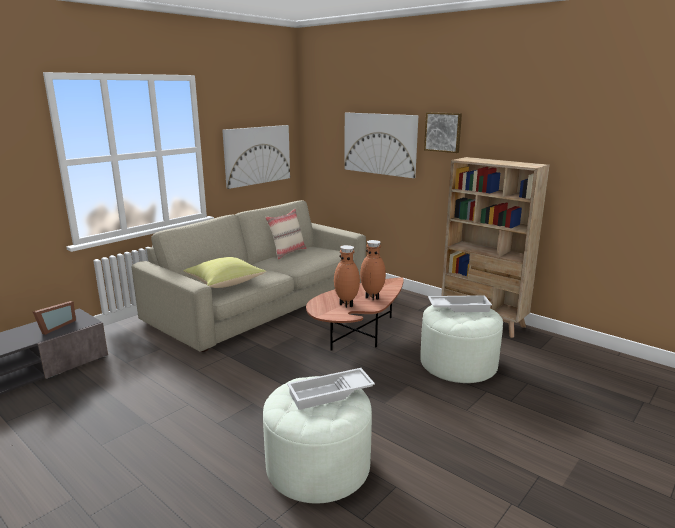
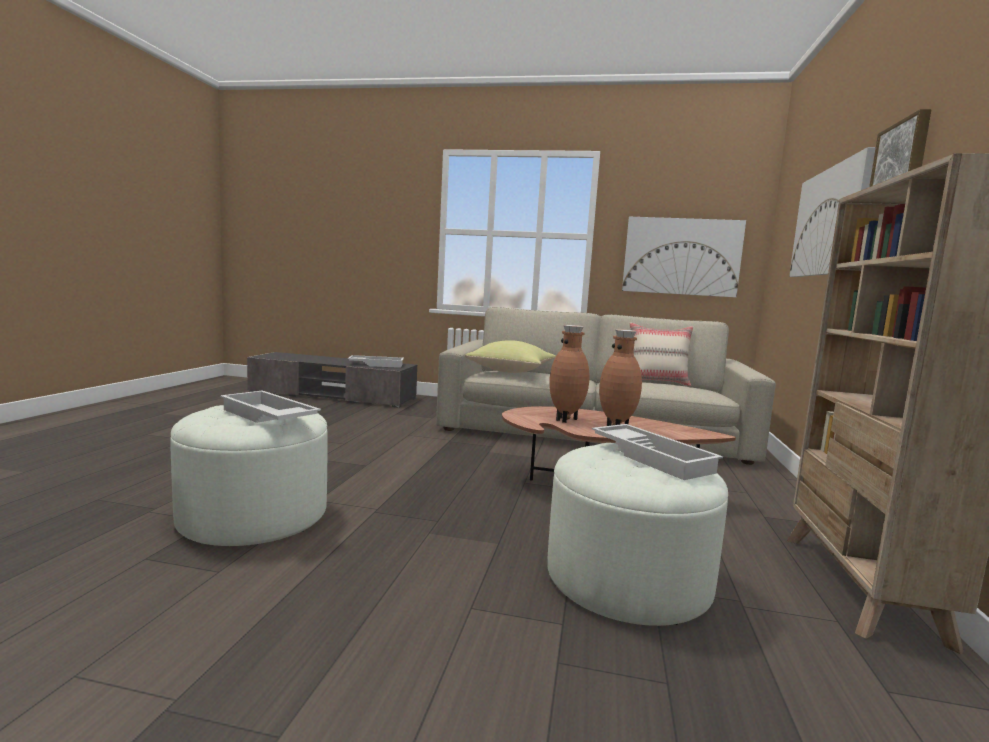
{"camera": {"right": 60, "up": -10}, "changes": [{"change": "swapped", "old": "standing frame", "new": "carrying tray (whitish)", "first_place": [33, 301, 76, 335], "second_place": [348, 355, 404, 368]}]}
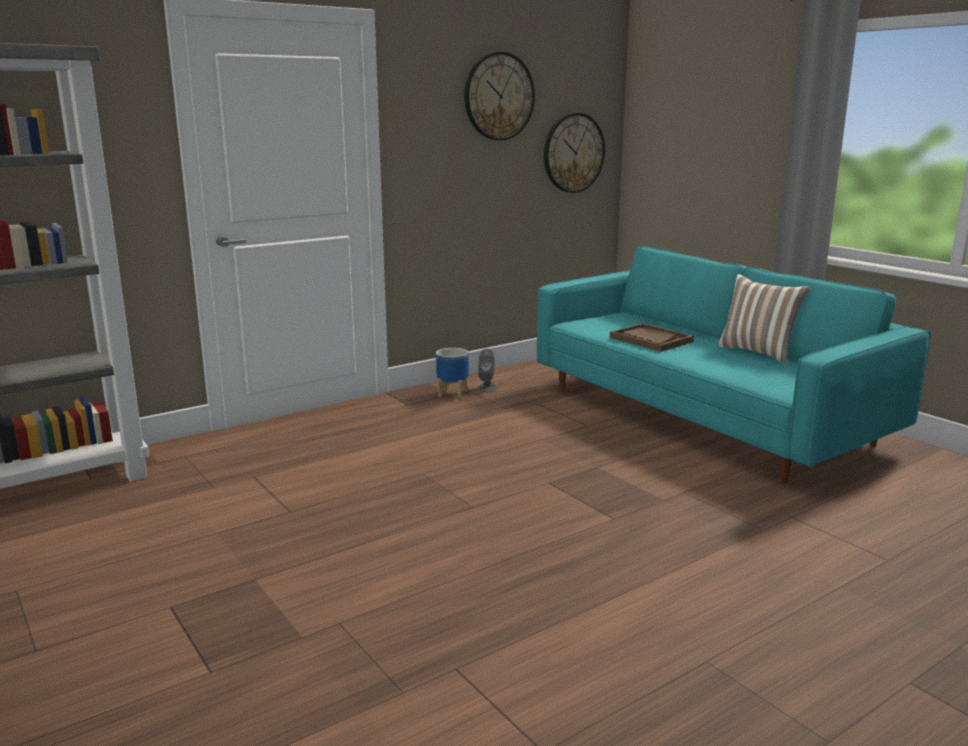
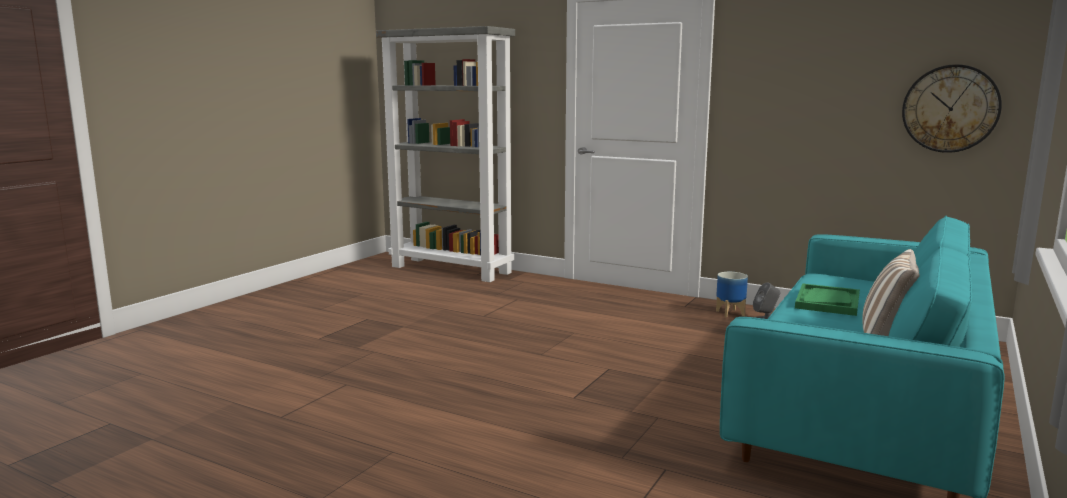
{"camera": {"right": 65, "up": -5}, "changes": [{"change": "repainted", "old": "carrying tray (brown)", "new": "carrying tray (green)", "first_place": [610, 323, 694, 352], "second_place": [795, 283, 860, 316]}, {"change": "gone", "old": "clock on the wall", "first_place": [464, 52, 535, 140]}]}
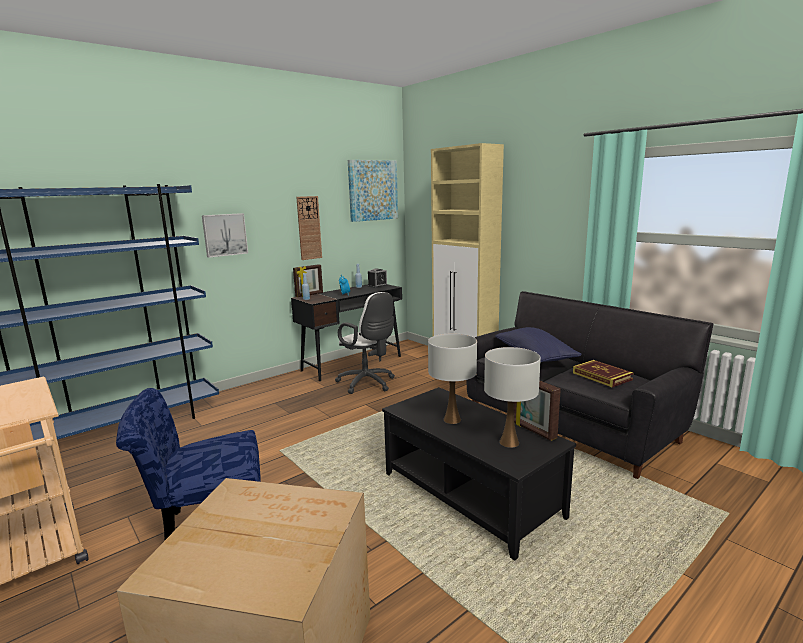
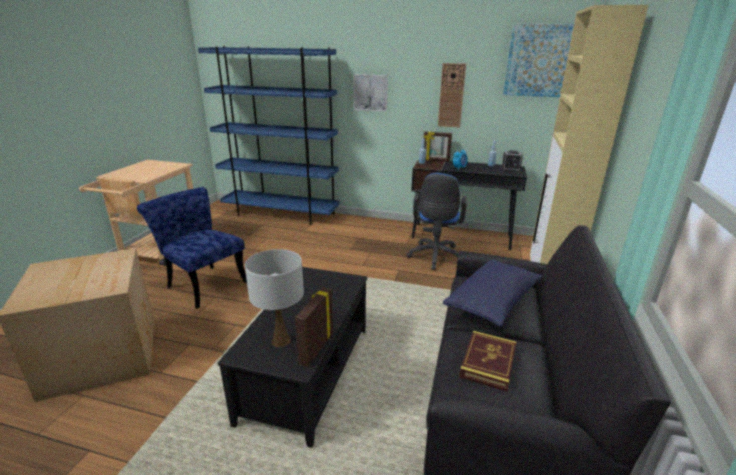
{"camera": {"right": 55, "up": 10}, "changes": [{"change": "repainted", "old": "office chair (whitish)", "new": "office chair (blue)", "first_place": [335, 292, 395, 394], "second_place": [406, 173, 467, 270]}, {"change": "gone", "old": "lamp for a table (whitish)", "first_place": [428, 334, 477, 424]}]}
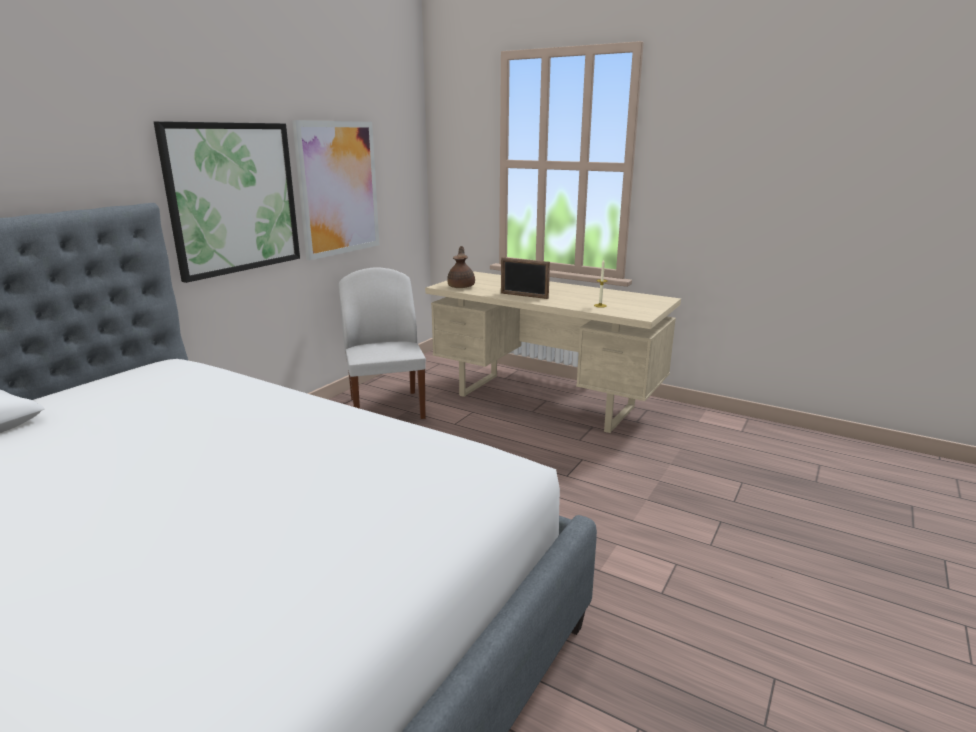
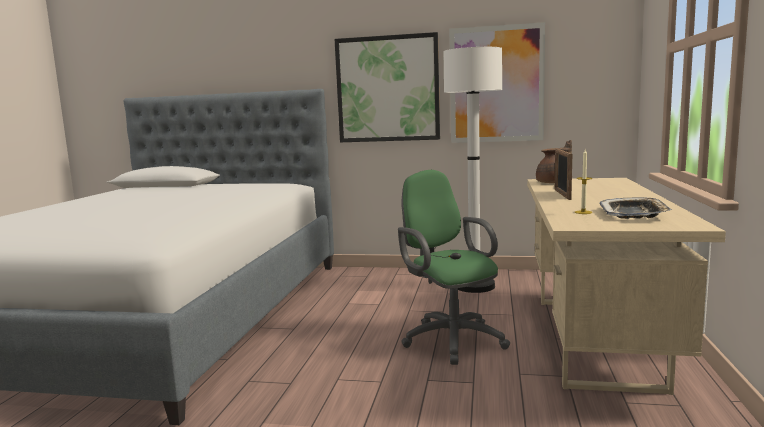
{"camera": {"right": 70, "up": -10}, "changes": [{"change": "new", "new": "office chair (green)", "second_place": [398, 170, 510, 365]}, {"change": "swapped", "old": "upright chair (whitish)", "new": "floor lamp (whitish)", "first_place": [339, 267, 426, 419], "second_place": [443, 47, 502, 293]}, {"change": "new", "new": "carrying tray", "second_place": [599, 197, 672, 219]}]}
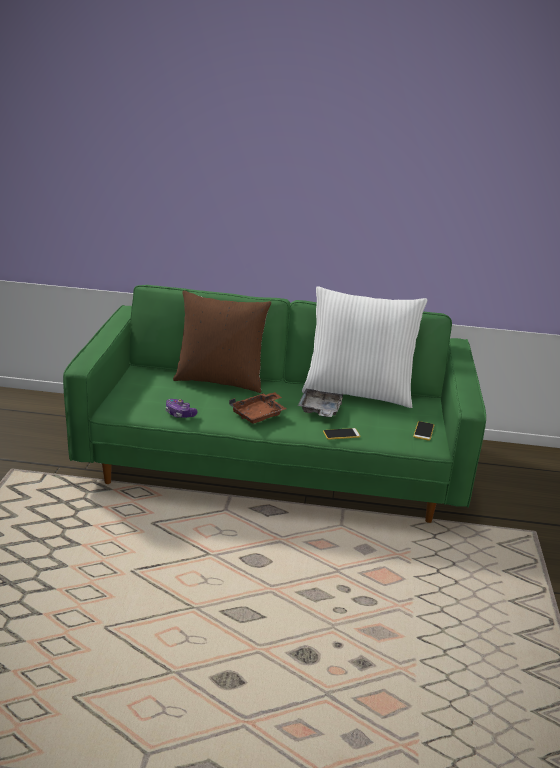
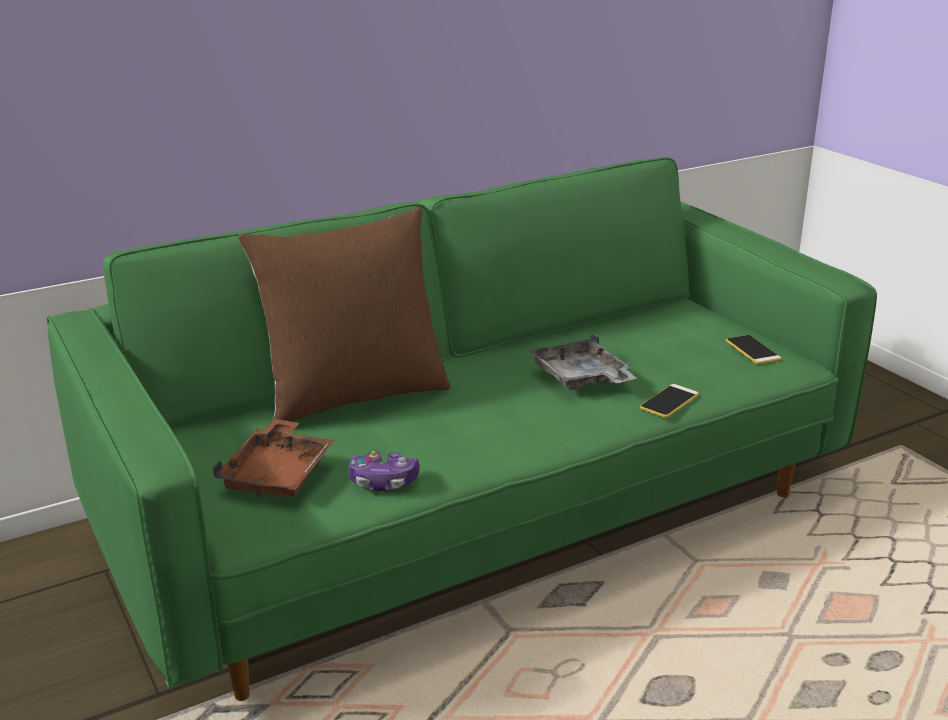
{"camera": {"right": -35, "up": 0}, "changes": [{"change": "shifted", "old": "carrying tray (brown)", "first_place": [229, 392, 287, 424], "second_place": [212, 419, 334, 496]}, {"change": "gone", "old": "pillow (whitish)", "first_place": [302, 286, 428, 408]}]}
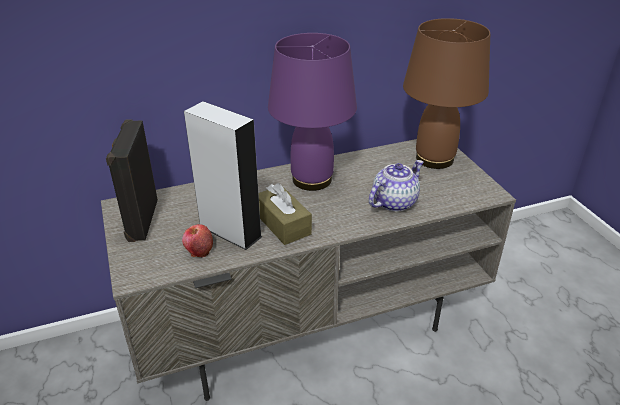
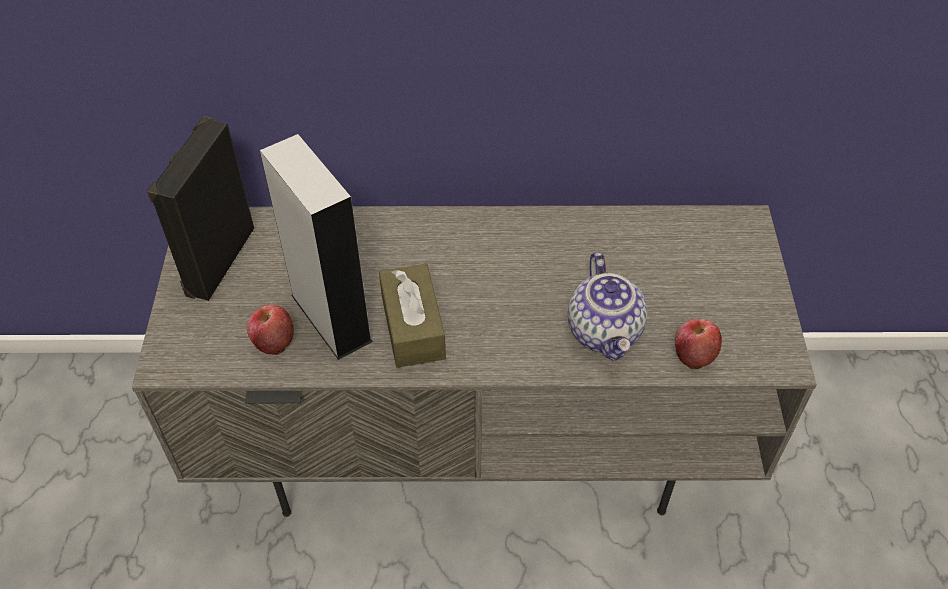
{"camera": {"right": 20, "up": 15}, "changes": [{"change": "rotated", "old": "teapot", "first_place": [369, 160, 424, 212], "second_place": [568, 252, 648, 361], "degrees": 105}, {"change": "new", "new": "apple", "second_place": [675, 319, 722, 369]}, {"change": "gone", "old": "lamp for a table (purple)", "first_place": [268, 33, 357, 191]}, {"change": "gone", "old": "lamp for a table (brown)", "first_place": [403, 18, 490, 169]}]}
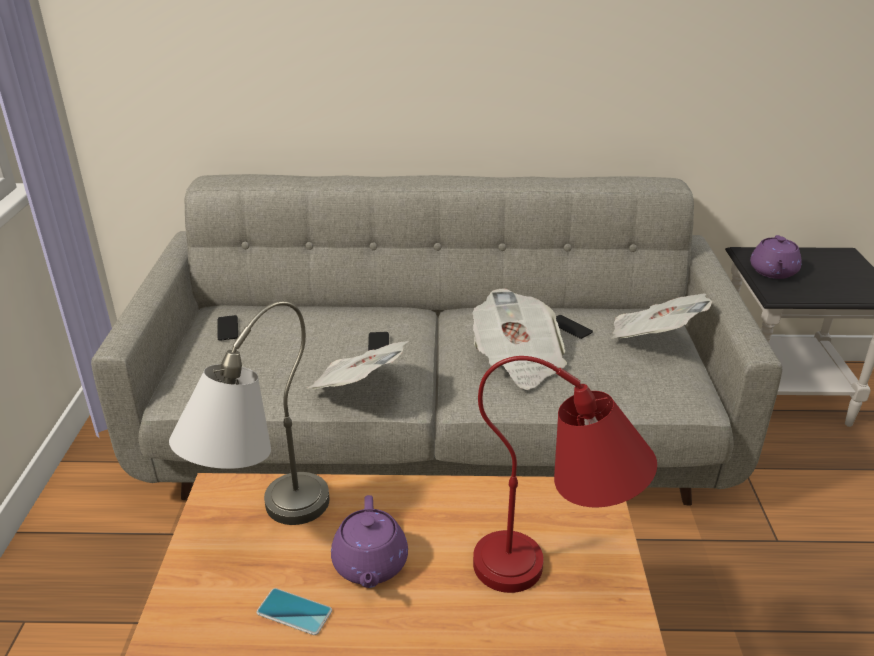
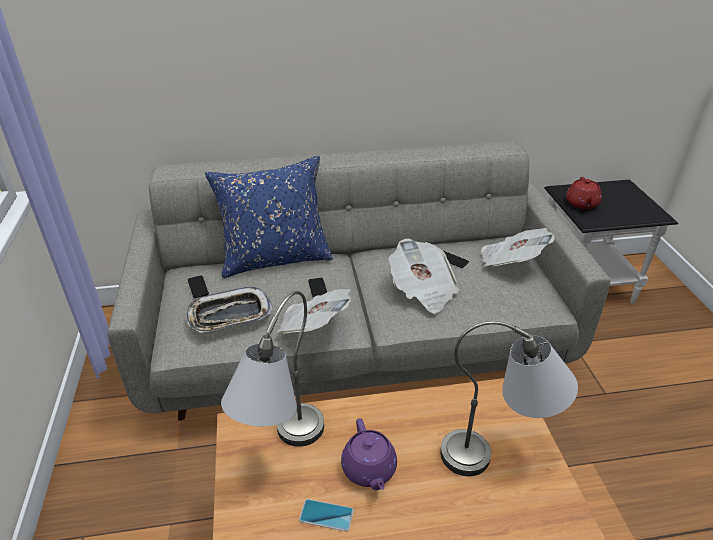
{"camera": {"right": -10, "up": 5}, "changes": [{"change": "new", "new": "carrying tray", "second_place": [187, 286, 273, 333]}, {"change": "new", "new": "pillow (blue)", "second_place": [205, 156, 333, 278]}, {"change": "repainted", "old": "lamp for a table (red-coloured)", "new": "lamp for a table (grey)", "first_place": [473, 356, 657, 593], "second_place": [440, 321, 578, 476]}, {"change": "repainted", "old": "teapot (purple)", "new": "teapot (red-coloured)", "first_place": [750, 235, 802, 279], "second_place": [566, 177, 602, 209]}]}
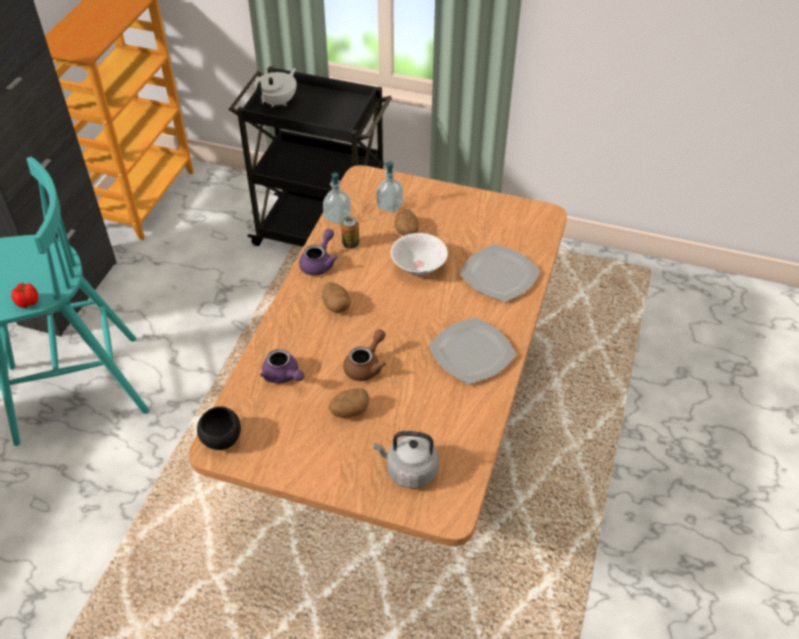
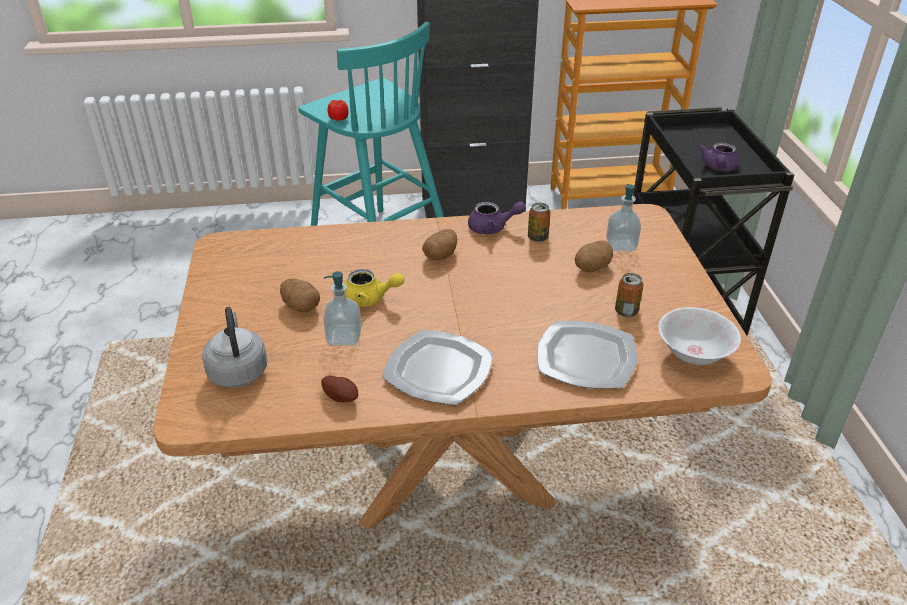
{"camera": {"right": 65, "up": -10}, "changes": [{"change": "new", "new": "spud", "second_place": [321, 376, 358, 402]}, {"change": "shifted", "old": "liquid soap bottle", "first_place": [323, 172, 351, 224], "second_place": [323, 271, 361, 346]}, {"change": "repainted", "old": "teapot (brown)", "new": "teapot (yellow)", "first_place": [343, 329, 386, 381], "second_place": [345, 269, 404, 307]}, {"change": "new", "new": "can", "second_place": [615, 273, 643, 317]}, {"change": "shifted", "old": "bowl (whitish)", "first_place": [391, 233, 448, 276], "second_place": [658, 307, 741, 365]}, {"change": "shifted", "old": "teapot (purple)", "first_place": [260, 349, 304, 384], "second_place": [699, 143, 739, 171]}, {"change": "gone", "old": "bowl (black-coloured)", "first_place": [197, 406, 241, 450]}, {"change": "gone", "old": "teapot (whitish)", "first_place": [255, 68, 297, 107]}]}
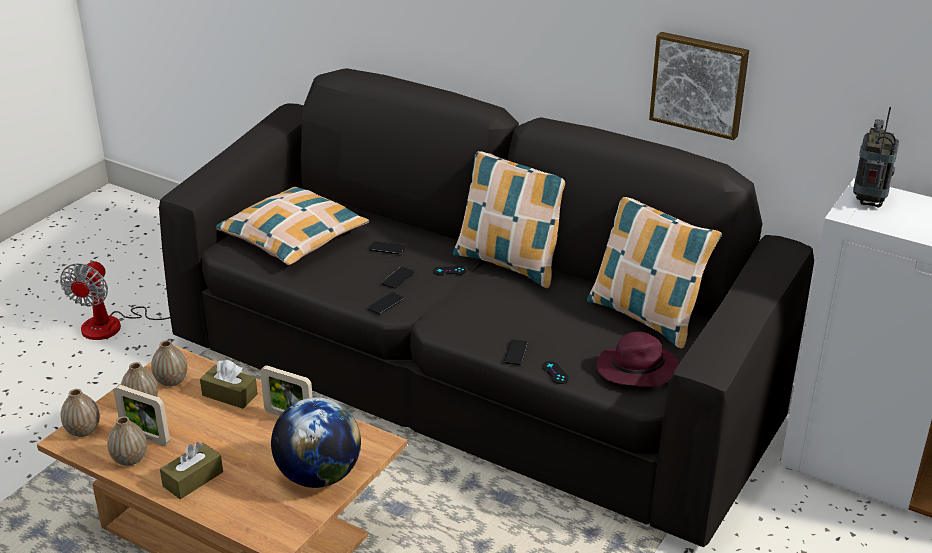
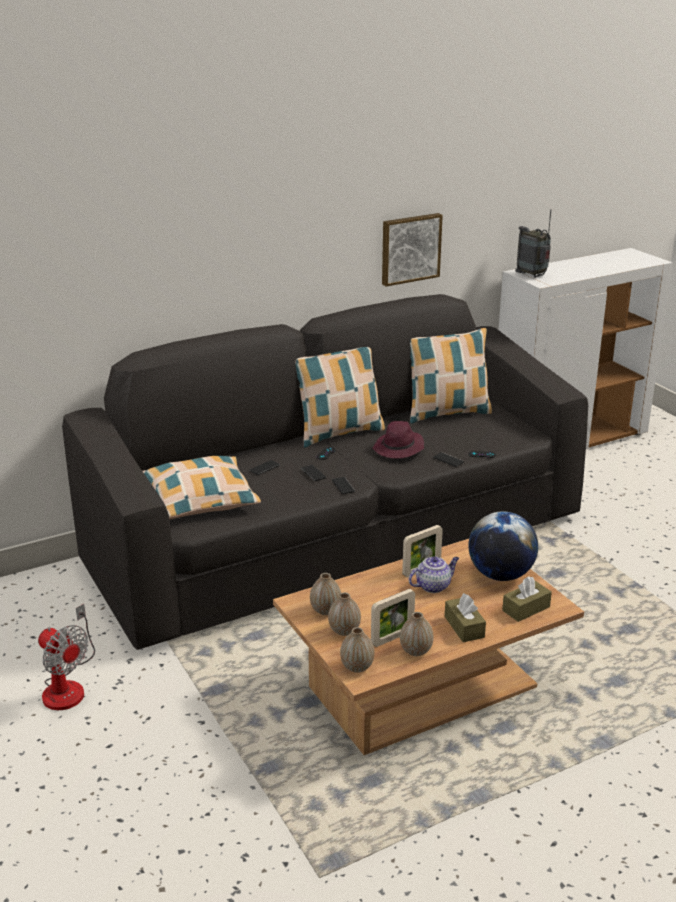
{"camera": {"right": -60, "up": -5}, "changes": [{"change": "shifted", "old": "hat (purple)", "first_place": [596, 331, 679, 387], "second_place": [372, 421, 424, 459]}, {"change": "new", "new": "teapot", "second_place": [409, 556, 459, 593]}, {"change": "shifted", "old": "box of tissues (brown)", "first_place": [200, 360, 258, 409], "second_place": [502, 576, 552, 622]}]}
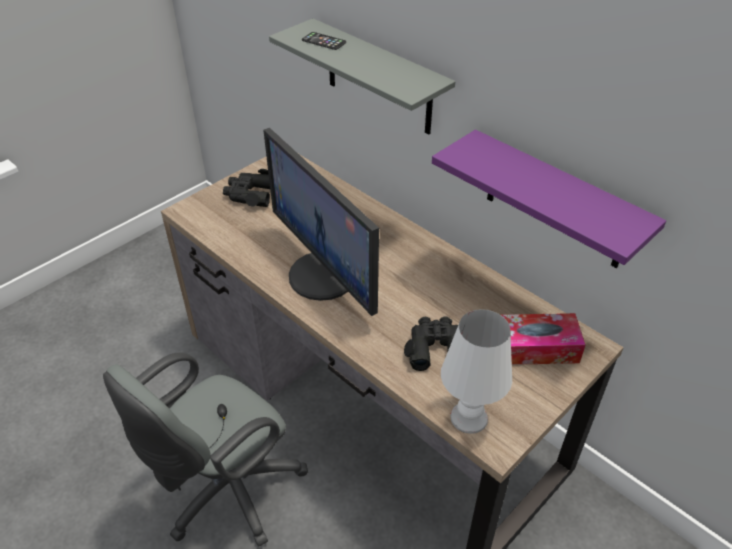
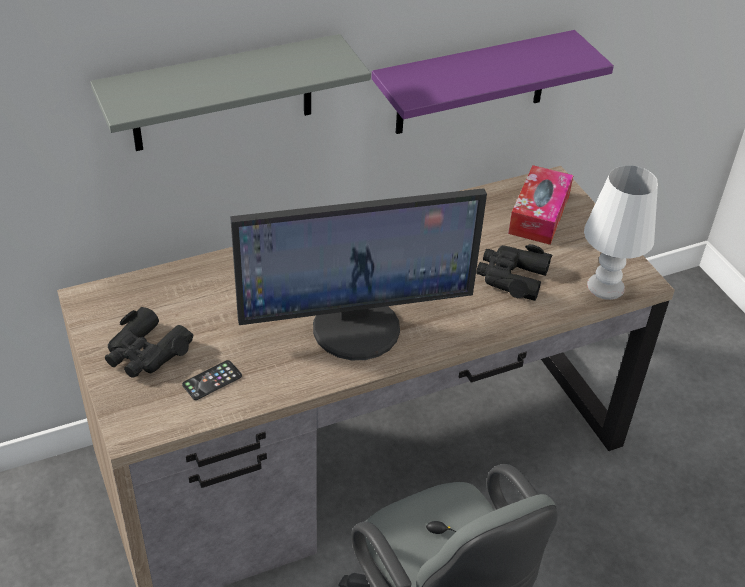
{"camera": {"right": -70, "up": 0}, "changes": [{"change": "shifted", "old": "telephone", "first_place": [302, 32, 346, 50], "second_place": [182, 360, 242, 400]}]}
